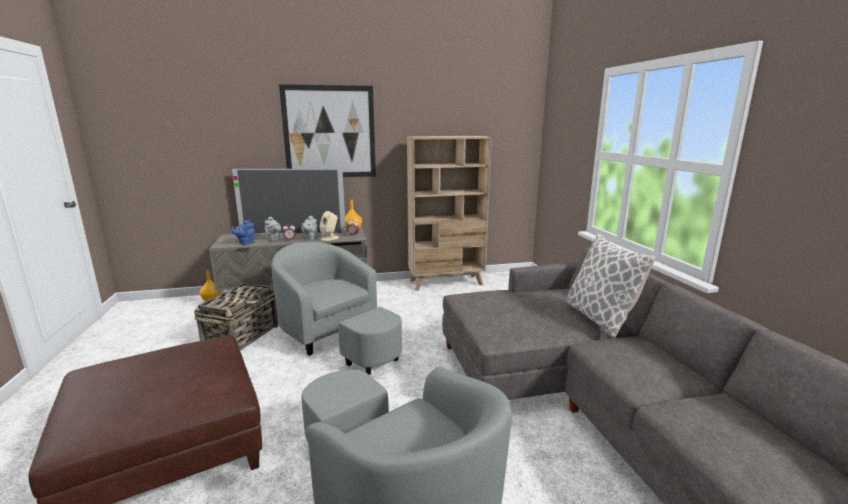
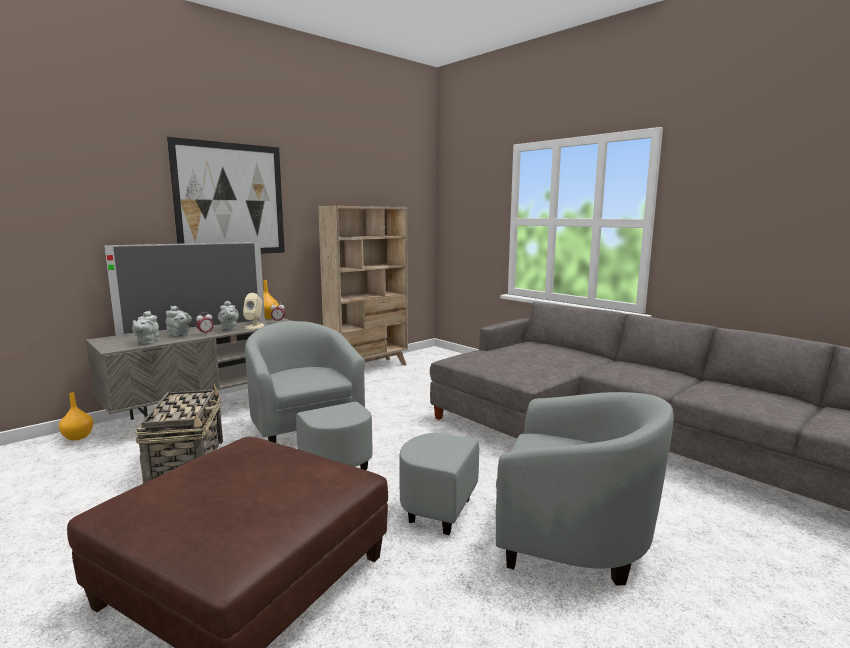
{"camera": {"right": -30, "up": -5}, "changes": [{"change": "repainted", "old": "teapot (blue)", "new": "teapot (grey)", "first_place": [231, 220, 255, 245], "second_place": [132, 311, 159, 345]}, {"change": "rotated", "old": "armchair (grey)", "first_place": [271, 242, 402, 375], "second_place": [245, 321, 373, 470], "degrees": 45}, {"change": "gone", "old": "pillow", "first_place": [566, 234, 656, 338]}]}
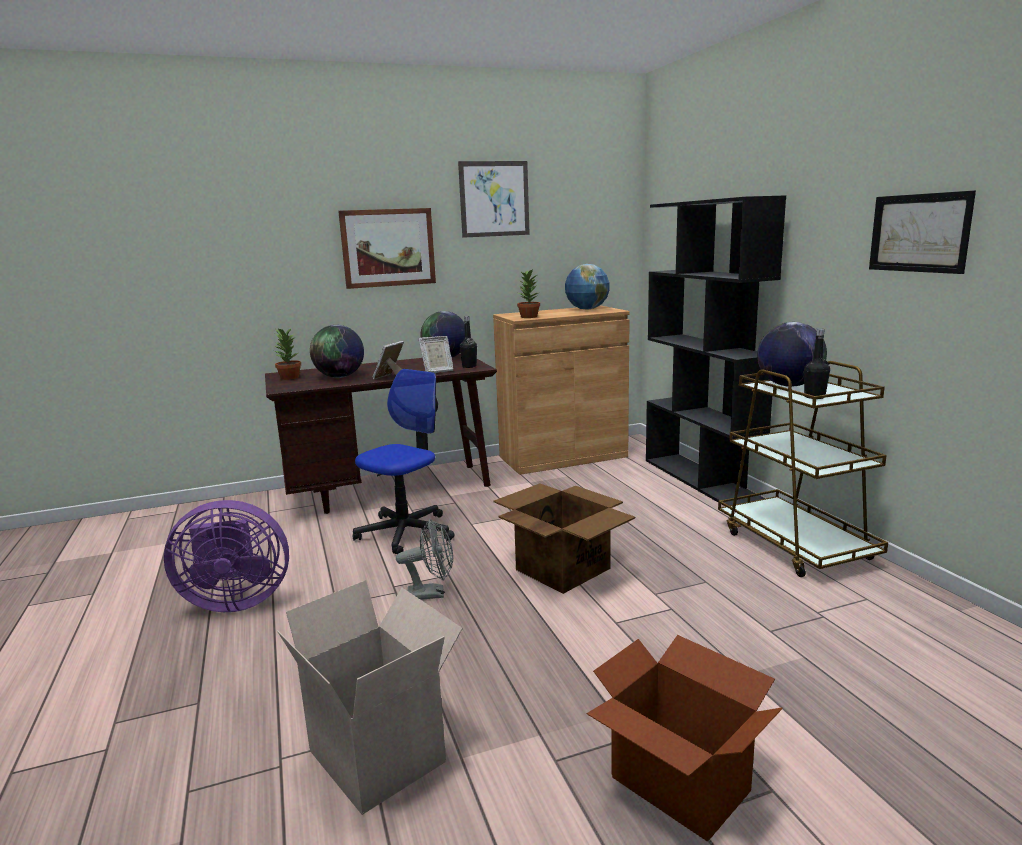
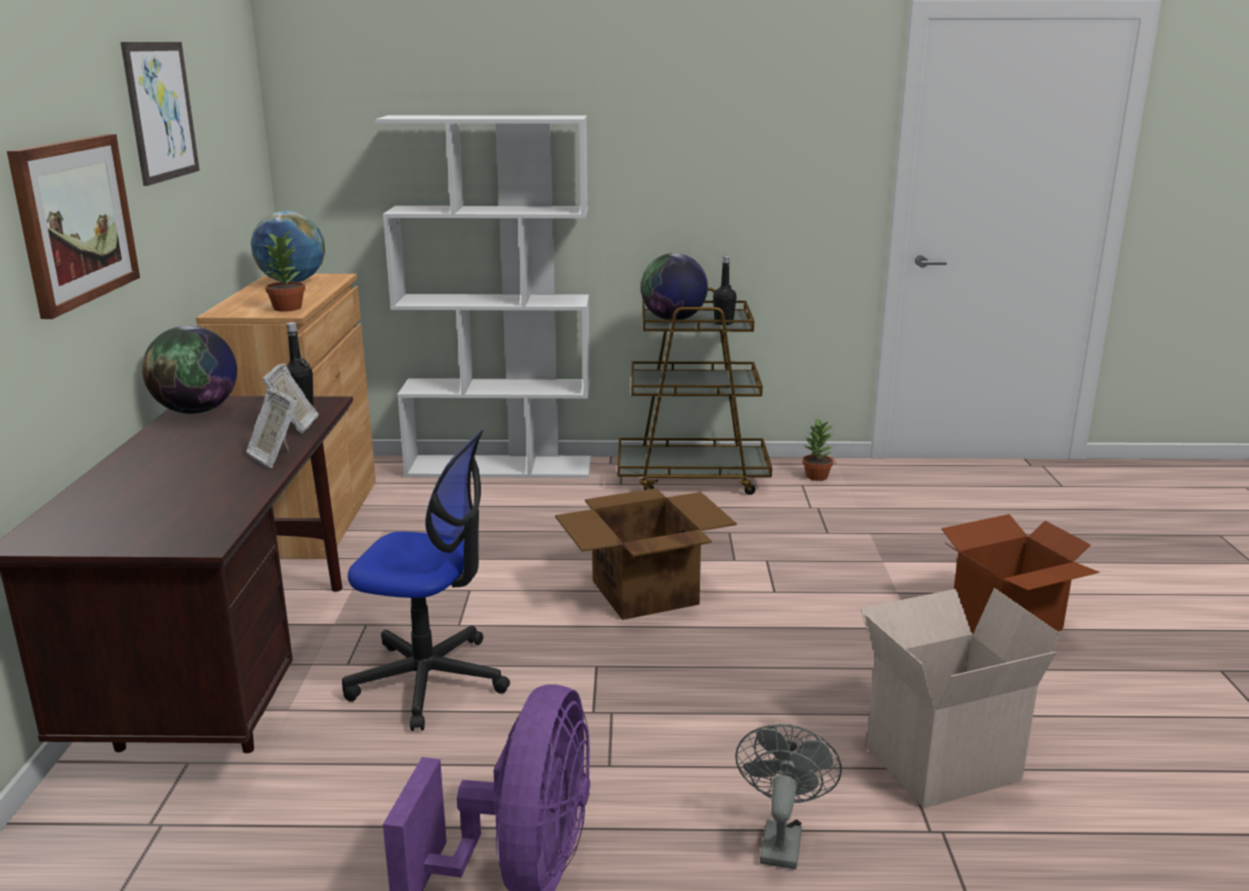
{"camera": {"right": -70, "up": 5}, "changes": [{"change": "rotated", "old": "office chair", "first_place": [353, 369, 455, 554], "second_place": [342, 430, 510, 731], "degrees": 135}, {"change": "repainted", "old": "bookcase (black-coloured)", "new": "bookcase (whitish)", "first_place": [646, 195, 786, 506], "second_place": [375, 115, 591, 478]}, {"change": "shifted", "old": "fan (grey)", "first_place": [396, 519, 453, 600], "second_place": [735, 724, 842, 869]}, {"change": "shifted", "old": "potted plant", "first_place": [274, 328, 301, 380], "second_place": [803, 418, 834, 481]}, {"change": "gone", "old": "world globe", "first_place": [310, 325, 364, 378]}, {"change": "gone", "old": "wall picture", "first_place": [869, 190, 976, 274]}]}
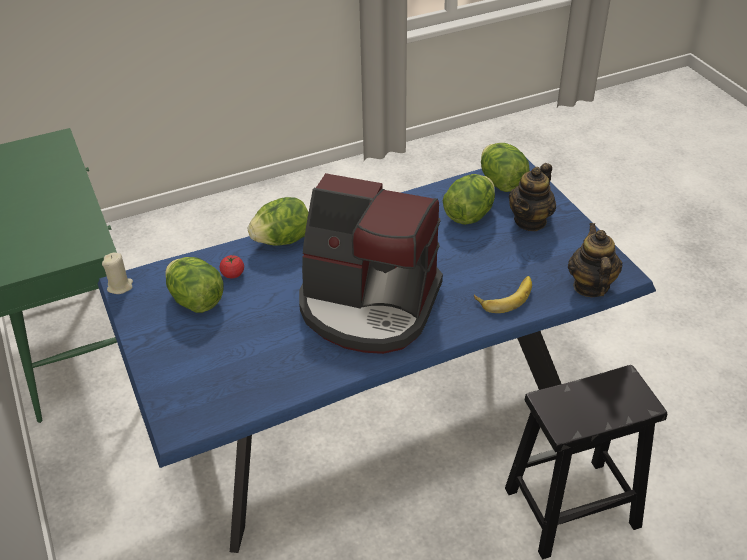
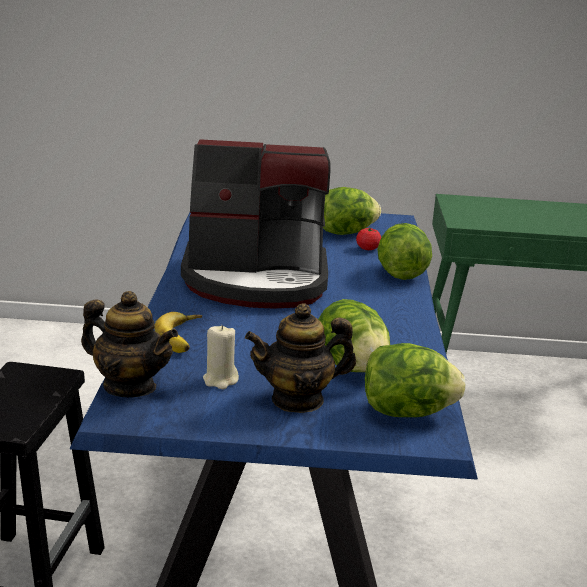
{"camera": {"right": 115, "up": -20}, "changes": [{"change": "rotated", "old": "coffee brewer", "first_place": [299, 173, 443, 354], "second_place": [181, 139, 330, 309], "degrees": -135}, {"change": "shifted", "old": "wax light (sand-coloured)", "first_place": [102, 252, 133, 294], "second_place": [203, 325, 239, 389]}, {"change": "rotated", "old": "teapot", "first_place": [509, 163, 556, 231], "second_place": [245, 303, 356, 413], "degrees": -75}]}
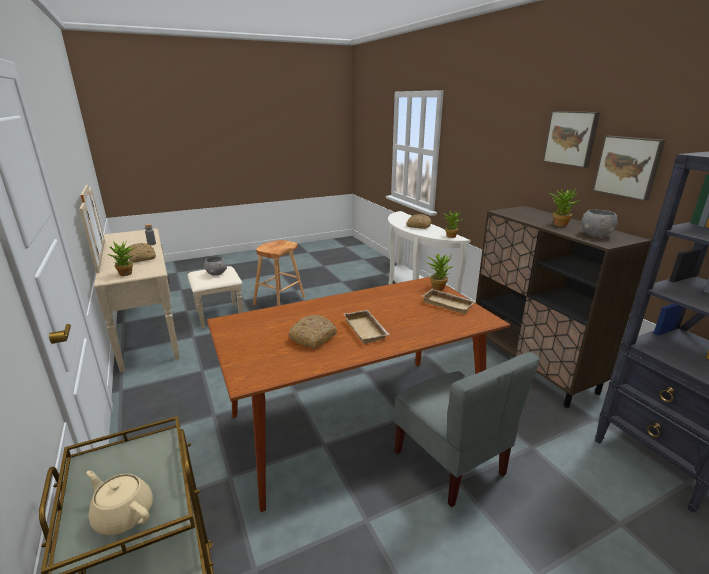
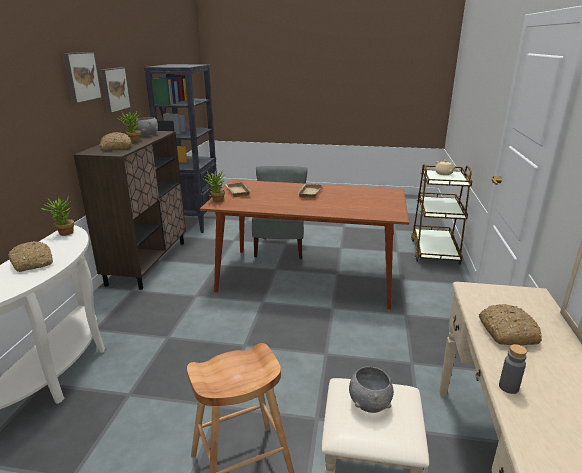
{"camera": {"right": -145, "up": 0}, "changes": [{"change": "shifted", "old": "baked bread", "first_place": [288, 315, 337, 349], "second_place": [100, 132, 131, 150]}, {"change": "gone", "old": "potted plant", "first_place": [107, 241, 136, 276]}]}
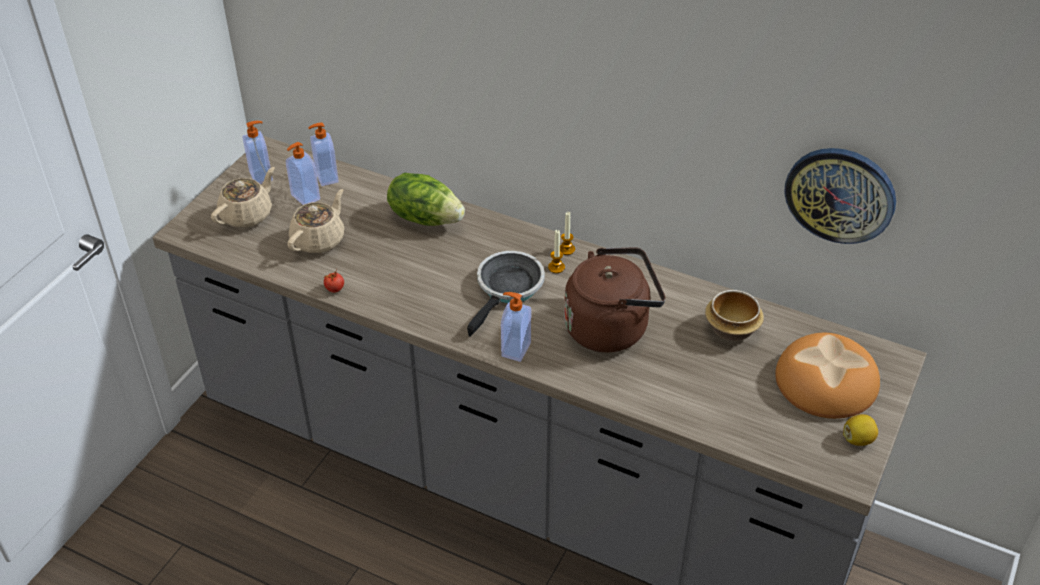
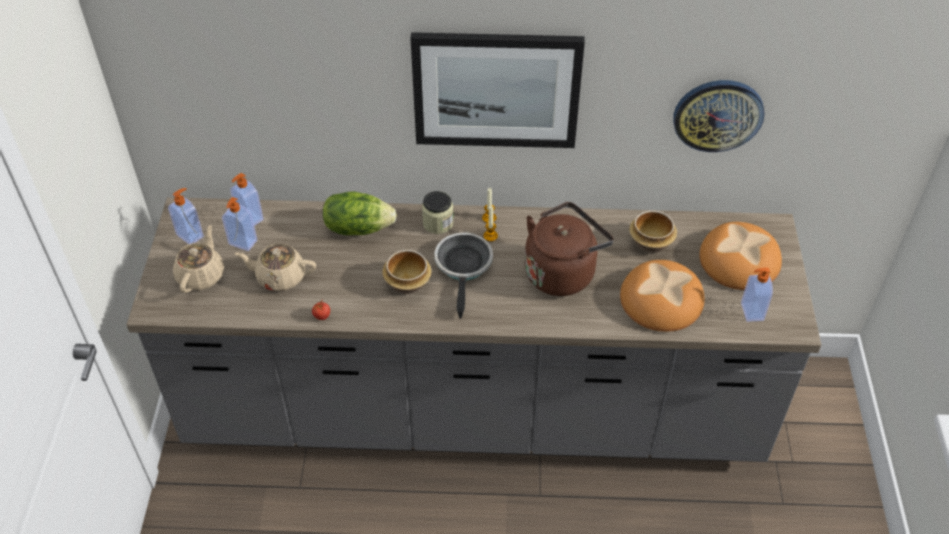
{"camera": {"right": -25, "up": 5}, "changes": [{"change": "rotated", "old": "teapot (sand-coloured)", "first_place": [287, 189, 344, 253], "second_place": [235, 243, 316, 291], "degrees": -90}, {"change": "new", "new": "bowl", "second_place": [382, 250, 432, 294]}, {"change": "new", "new": "wall picture", "second_place": [410, 32, 585, 148]}, {"change": "new", "new": "jar", "second_place": [422, 191, 454, 234]}, {"change": "new", "new": "baked bread", "second_place": [620, 260, 705, 332]}, {"change": "shifted", "old": "liquid soap bottle", "first_place": [501, 292, 531, 362], "second_place": [741, 268, 773, 322]}, {"change": "gone", "old": "whole lemon", "first_place": [843, 414, 878, 446]}]}
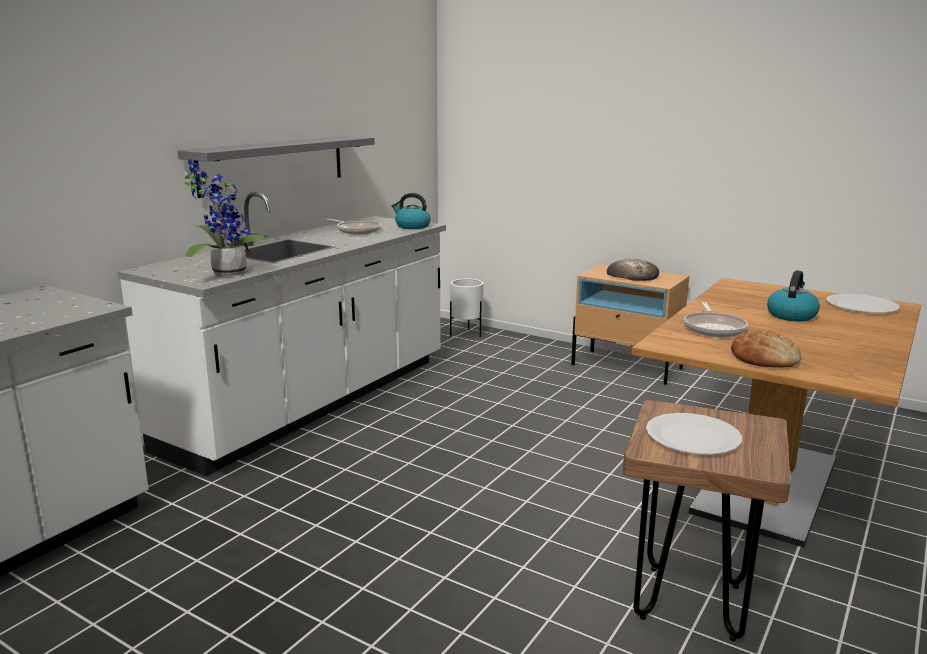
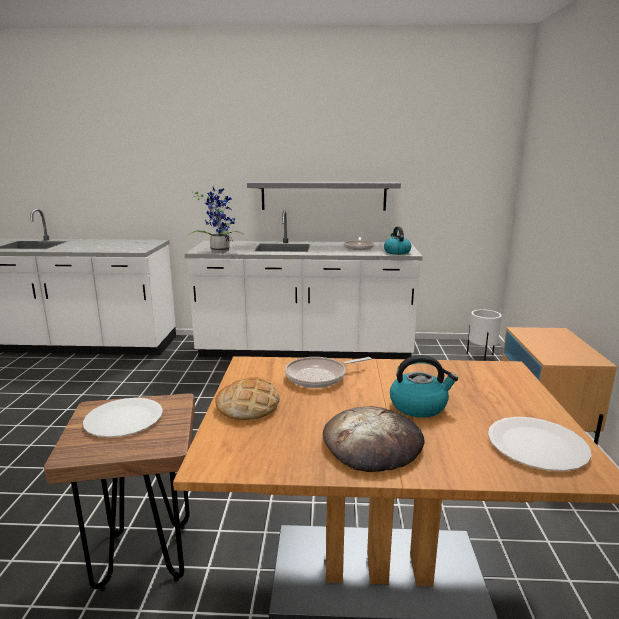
{"camera": {"right": 60, "up": 0}, "changes": [{"change": "shifted", "old": "baked bread", "first_place": [607, 259, 659, 281], "second_place": [323, 406, 425, 472]}]}
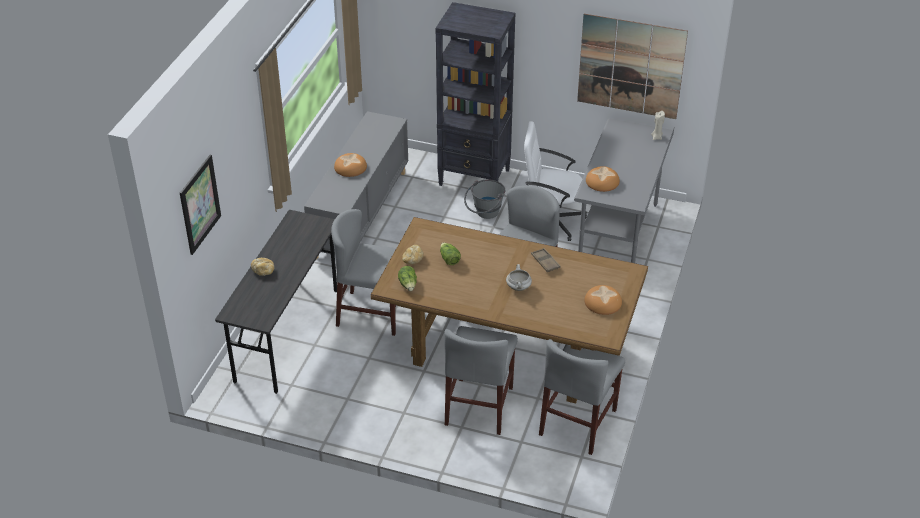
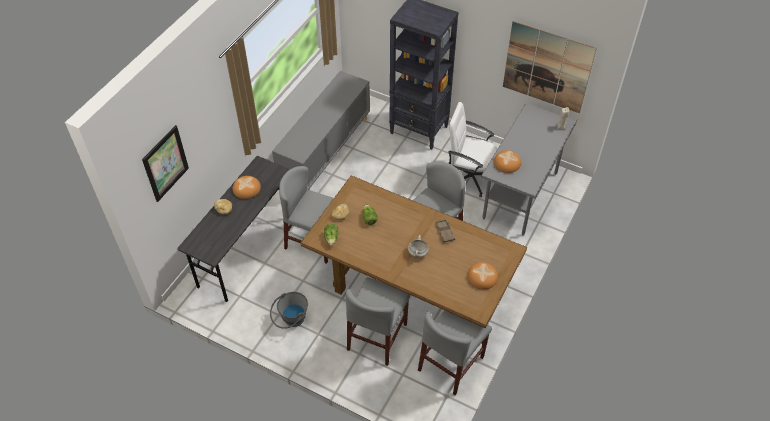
{"camera": {"right": 10, "up": 10}, "changes": [{"change": "shifted", "old": "baked bread", "first_place": [334, 153, 367, 177], "second_place": [233, 176, 261, 199]}, {"change": "shifted", "old": "bucket (grey)", "first_place": [464, 179, 505, 219], "second_place": [270, 292, 308, 329]}]}
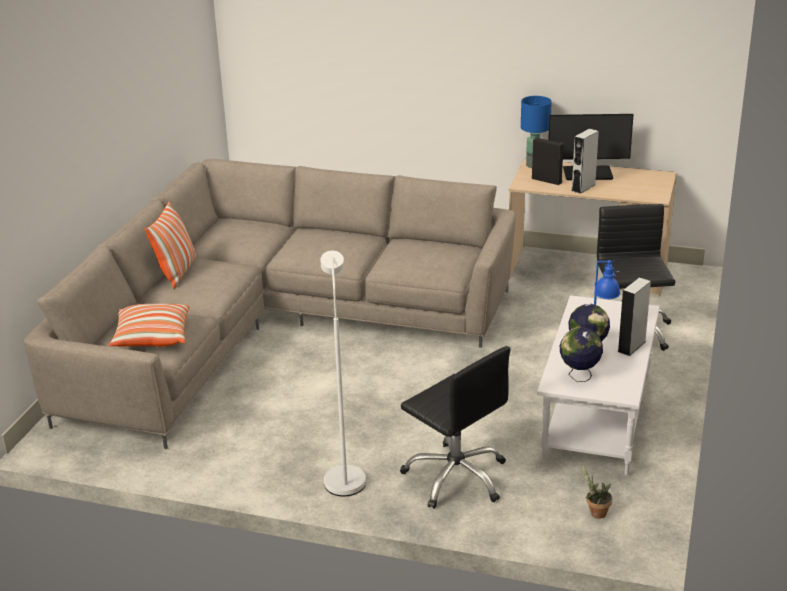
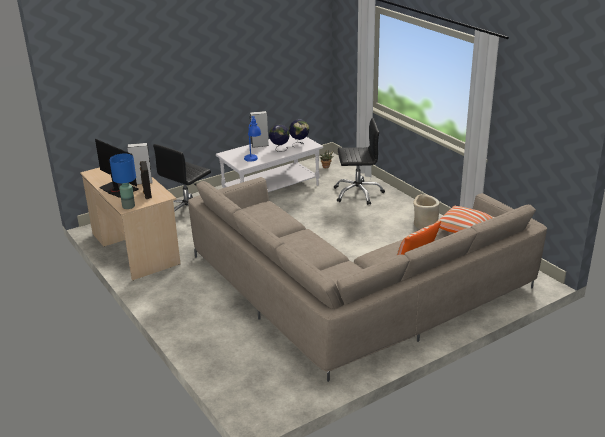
{"camera": {"right": -140, "up": 0}, "changes": [{"change": "rotated", "old": "office chair (black-coloured)", "first_place": [400, 346, 511, 509], "second_place": [334, 118, 385, 205], "degrees": 90}, {"change": "new", "new": "plant pot (sand-coloured)", "second_place": [413, 194, 440, 229]}, {"change": "gone", "old": "floor lamp (whitish)", "first_place": [320, 251, 366, 496]}]}
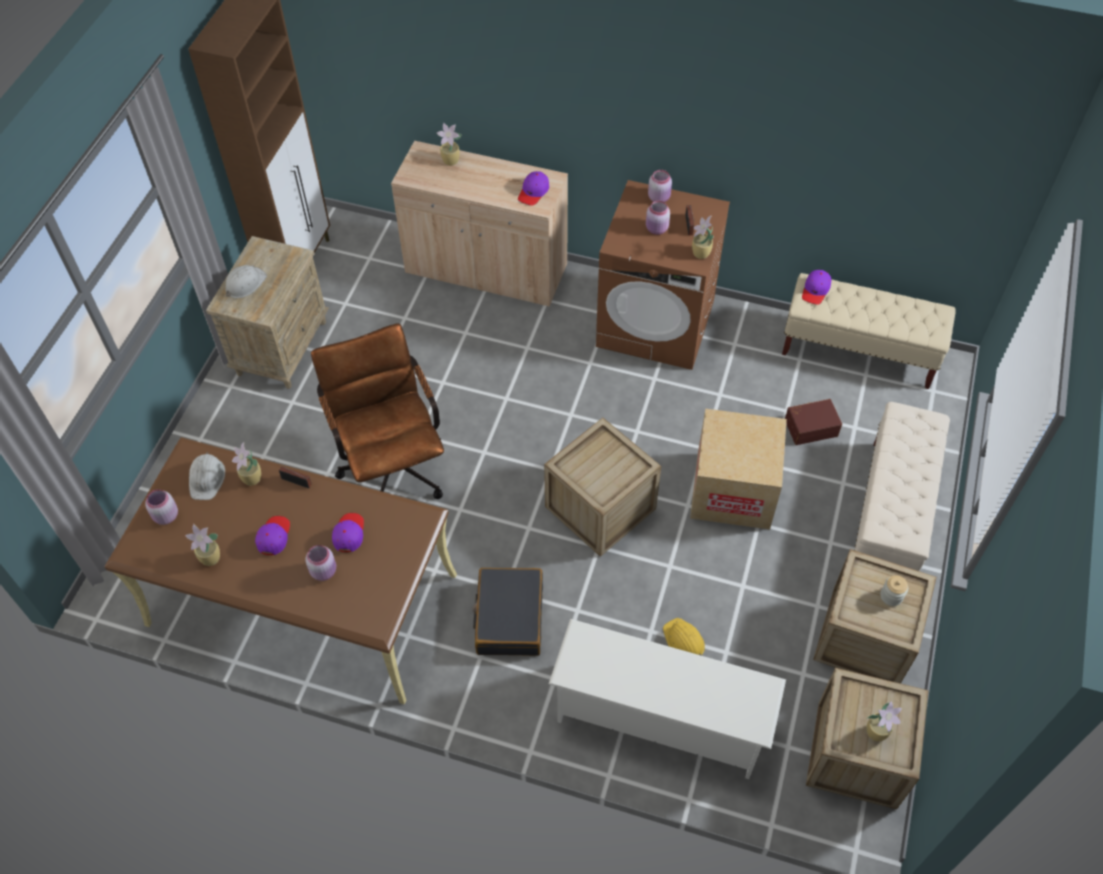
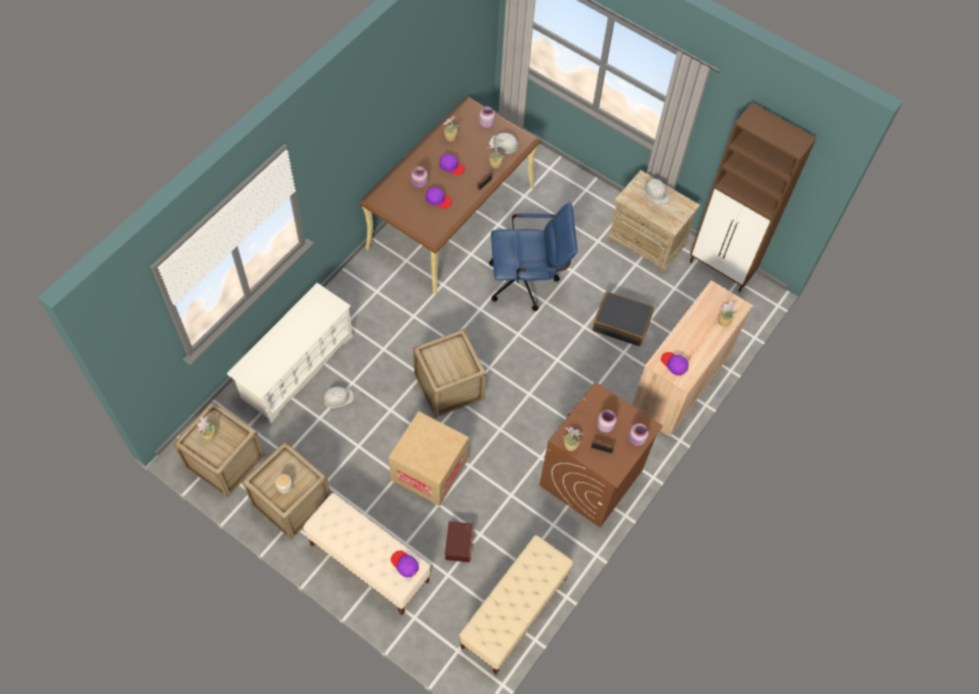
{"camera": {"right": 105, "up": 5}, "changes": [{"change": "repainted", "old": "hard hat (yellow)", "new": "hard hat (whitish)", "first_place": [663, 618, 705, 656], "second_place": [321, 387, 354, 408]}, {"change": "shifted", "old": "baseball cap (purple)", "first_place": [802, 270, 831, 305], "second_place": [391, 551, 419, 578]}, {"change": "repainted", "old": "office chair (brown)", "new": "office chair (blue)", "first_place": [311, 323, 444, 499], "second_place": [489, 202, 578, 311]}, {"change": "shifted", "old": "piece of luggage (black-coloured)", "first_place": [473, 568, 543, 656], "second_place": [592, 292, 654, 346]}]}
